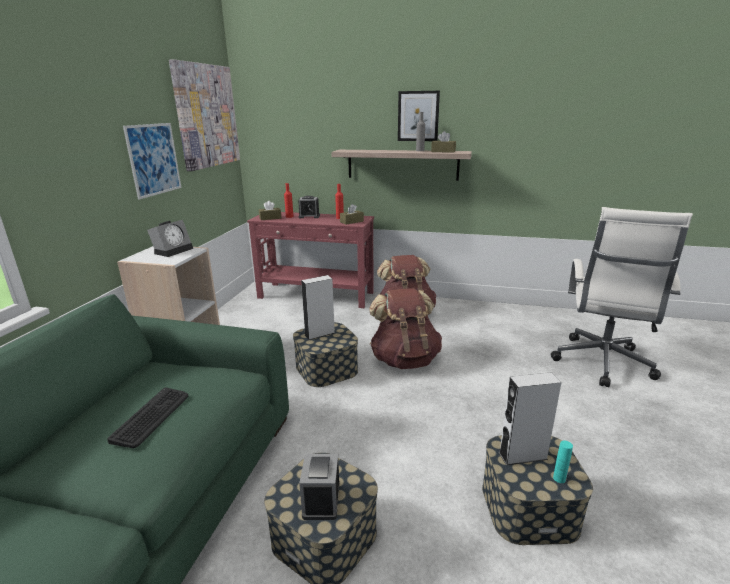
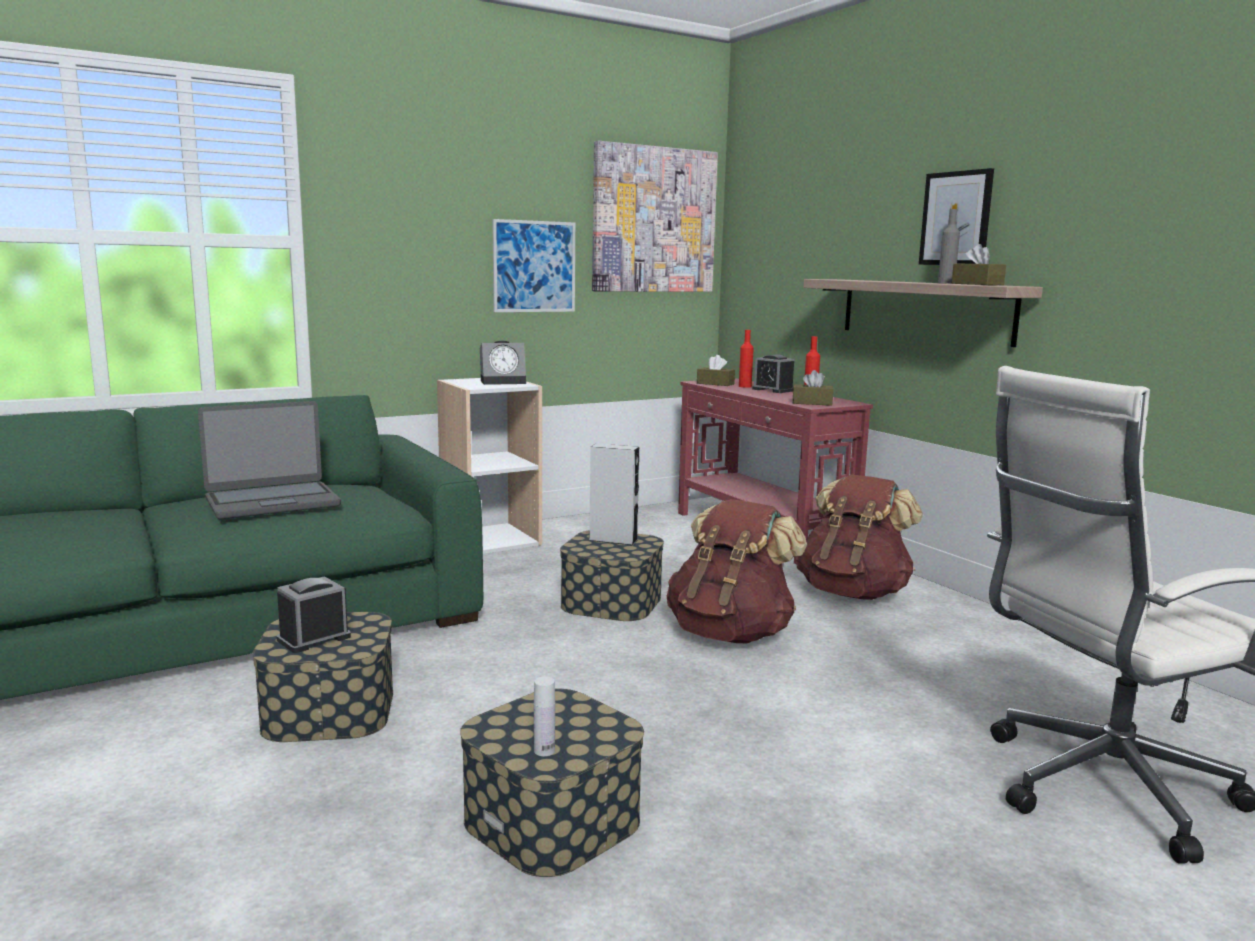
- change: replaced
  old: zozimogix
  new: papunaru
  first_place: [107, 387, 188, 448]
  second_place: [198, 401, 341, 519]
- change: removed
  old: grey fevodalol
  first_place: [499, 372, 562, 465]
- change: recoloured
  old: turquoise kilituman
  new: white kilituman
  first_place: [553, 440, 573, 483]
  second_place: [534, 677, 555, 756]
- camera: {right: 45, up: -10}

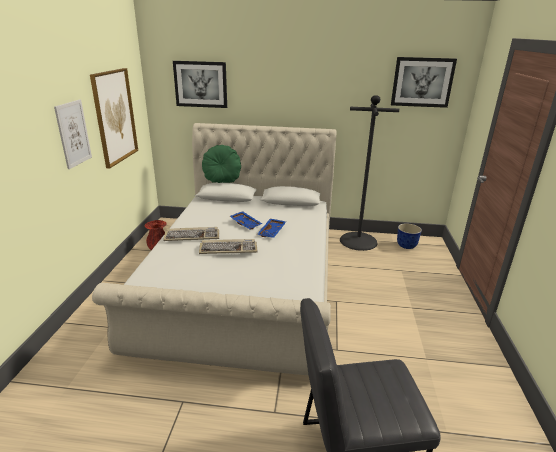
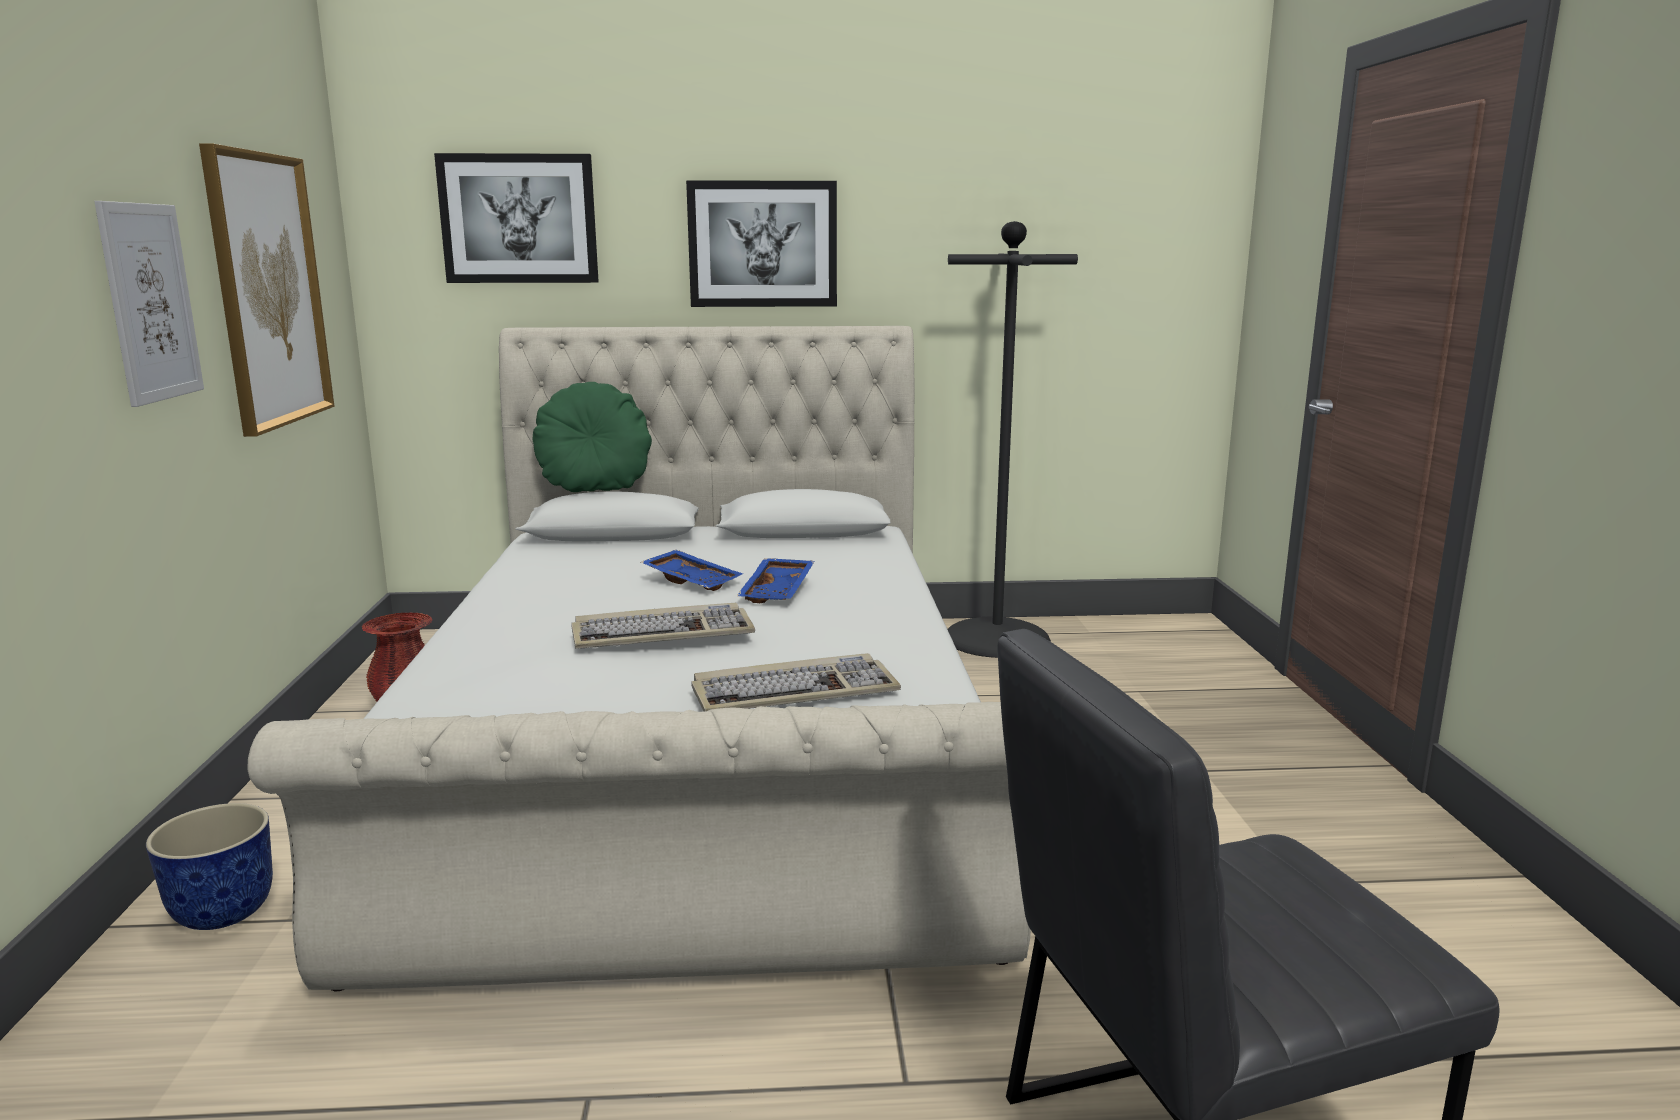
- change: moved
  old: zozimogix
  first_place: [163, 227, 219, 241]
  second_place: [691, 653, 901, 711]
- change: moved
  old: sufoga
  first_place: [391, 57, 457, 108]
  second_place: [686, 180, 837, 307]
- change: moved
  old: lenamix
  first_place: [397, 223, 422, 249]
  second_place: [146, 803, 273, 930]
- camera: {right: -10, up: -10}

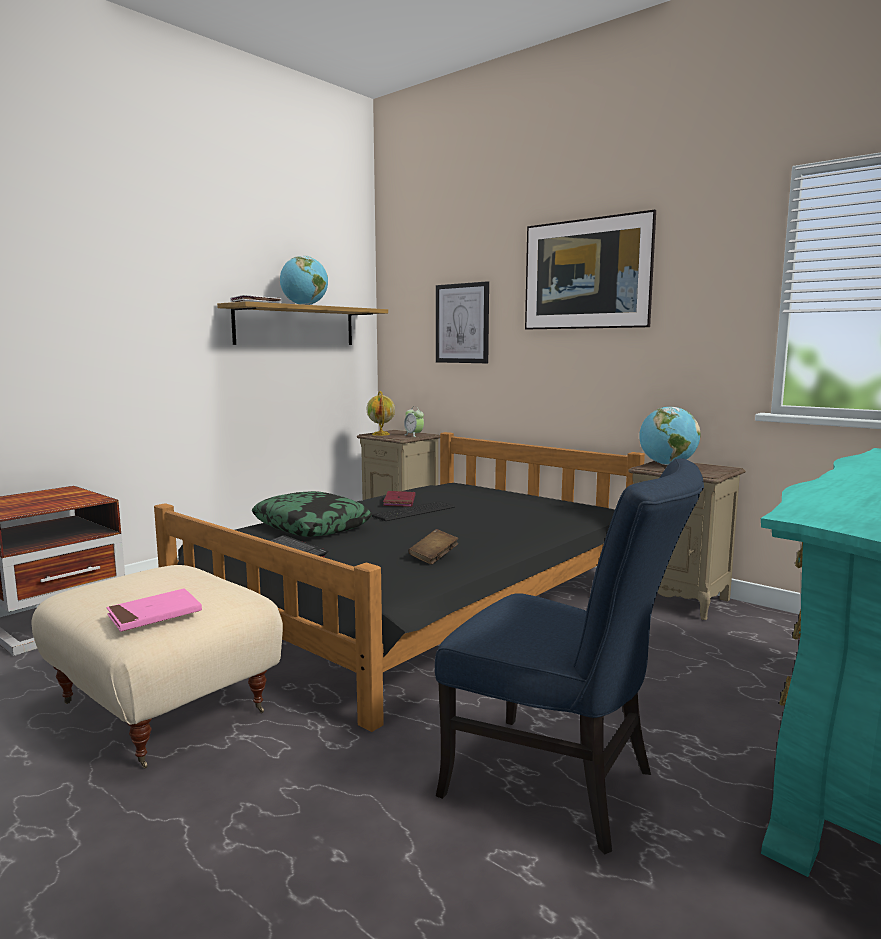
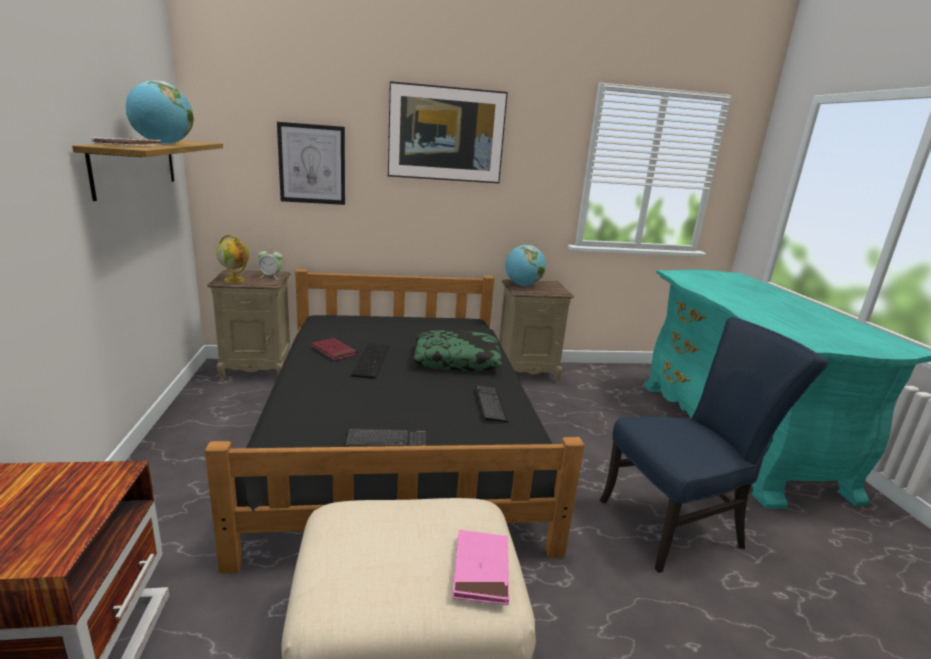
- change: moved
  old: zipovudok
  first_place: [252, 491, 372, 537]
  second_place: [414, 330, 503, 371]
- change: replaced
  old: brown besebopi
  new: zozimogix
  first_place: [408, 529, 458, 564]
  second_place: [475, 385, 509, 422]
- camera: {right: -50, up: 10}

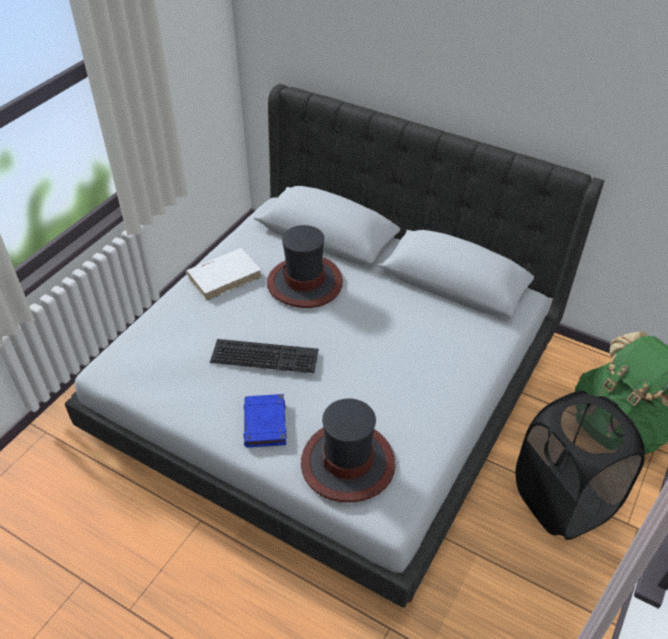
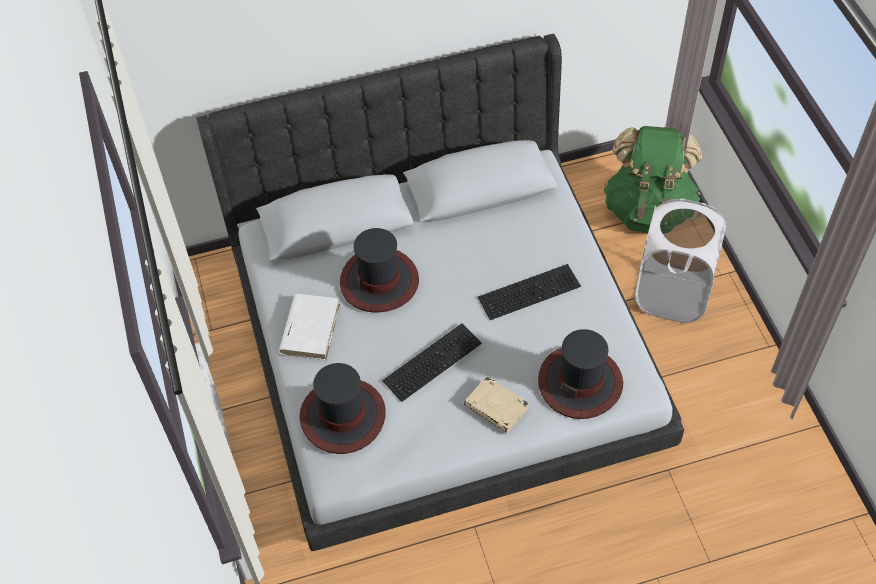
- change: recoloured
  old: blue besebopi
  new: beige besebopi
  first_place: [244, 394, 286, 448]
  second_place: [464, 376, 529, 433]
- change: recoloured
  old: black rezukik
  new: white rezukik
  first_place: [516, 391, 645, 540]
  second_place: [634, 198, 727, 323]
- change: added
  new: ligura
  second_place: [299, 363, 386, 454]
- change: added
  new: zozimogix
  second_place: [478, 264, 581, 320]
- camera: {right: -45, up: 10}

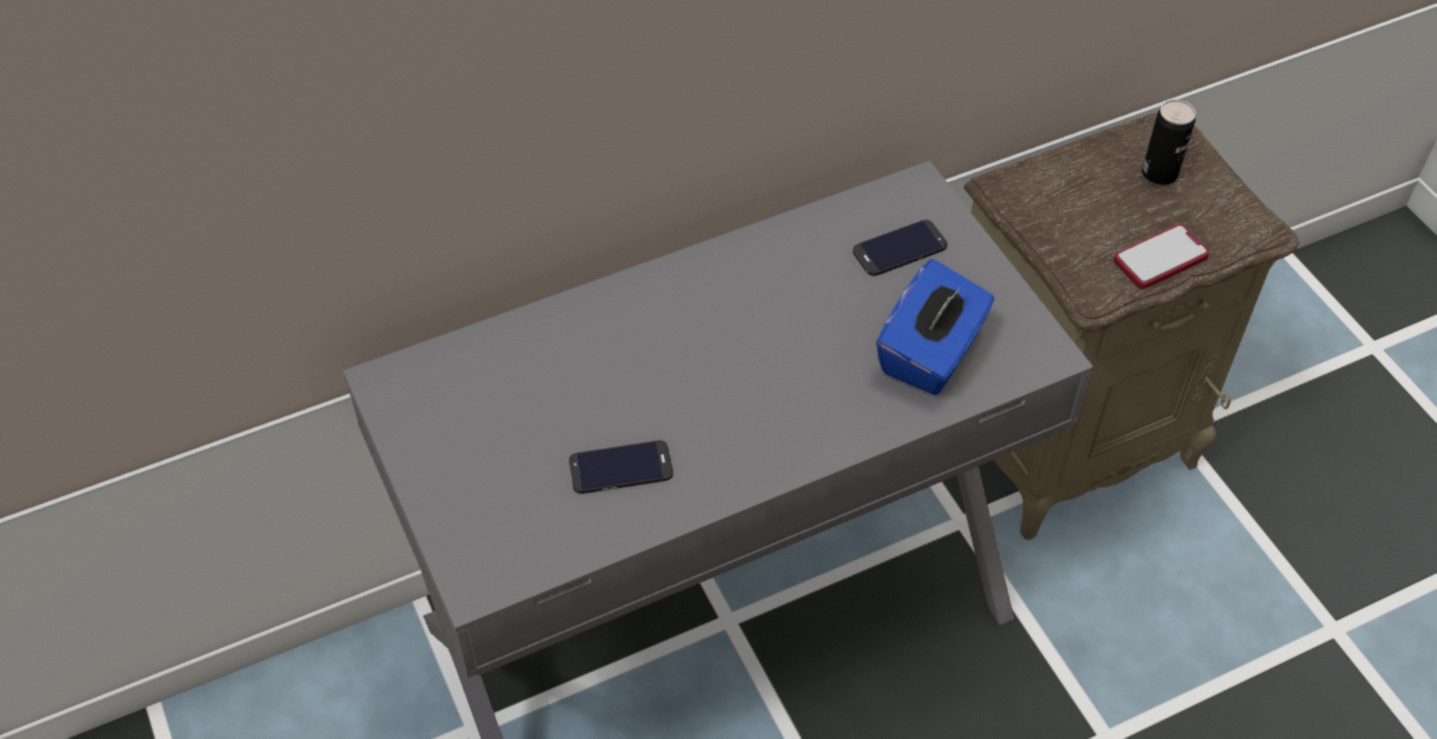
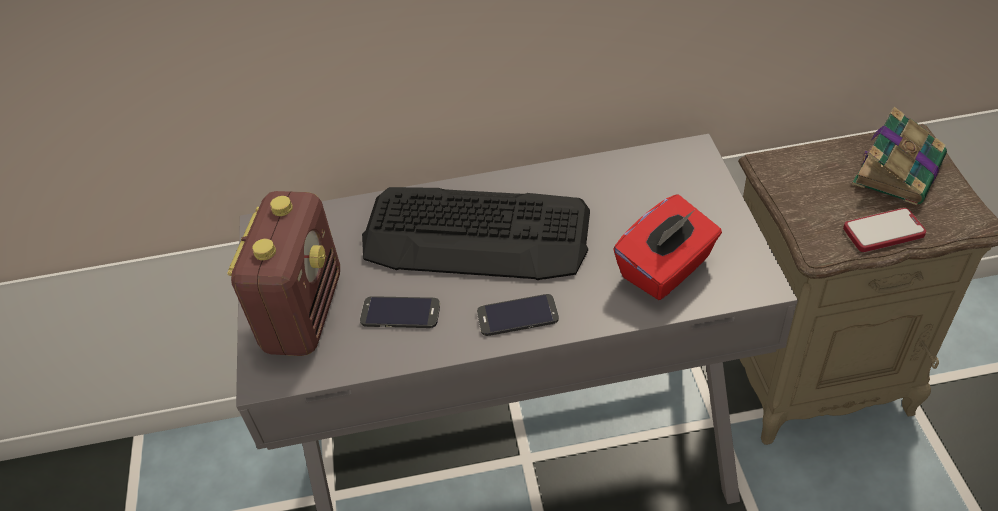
- change: moved
  old: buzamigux
  first_place: [853, 220, 948, 276]
  second_place: [477, 294, 559, 336]
- change: recoloured
  old: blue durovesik
  new: red durovesik
  first_place: [876, 259, 994, 395]
  second_place: [613, 194, 722, 300]
- change: replaced
  old: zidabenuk
  new: besebopi
  first_place: [1142, 100, 1196, 185]
  second_place: [852, 107, 947, 205]
- change: added
  new: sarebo
  second_place: [227, 191, 340, 356]
- change: added
  new: zozimogix
  second_place: [362, 187, 590, 280]
- camera: {right: 20, up: -5}

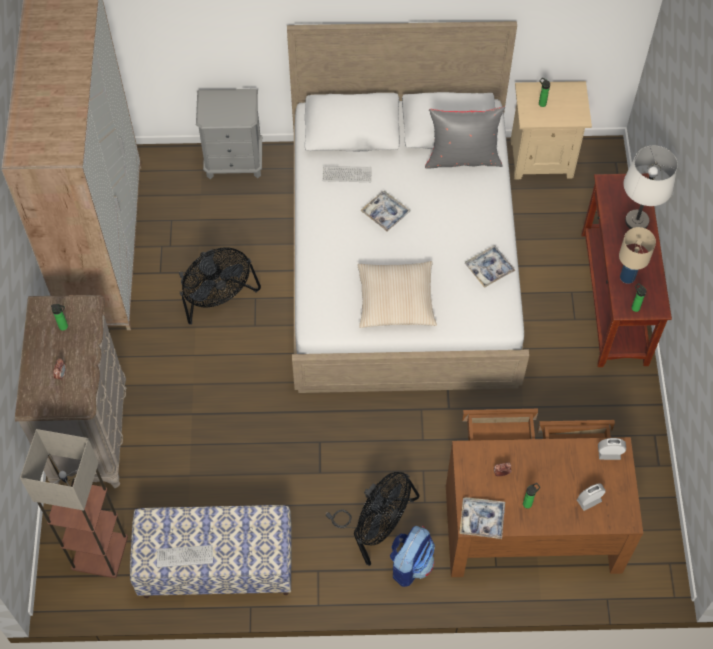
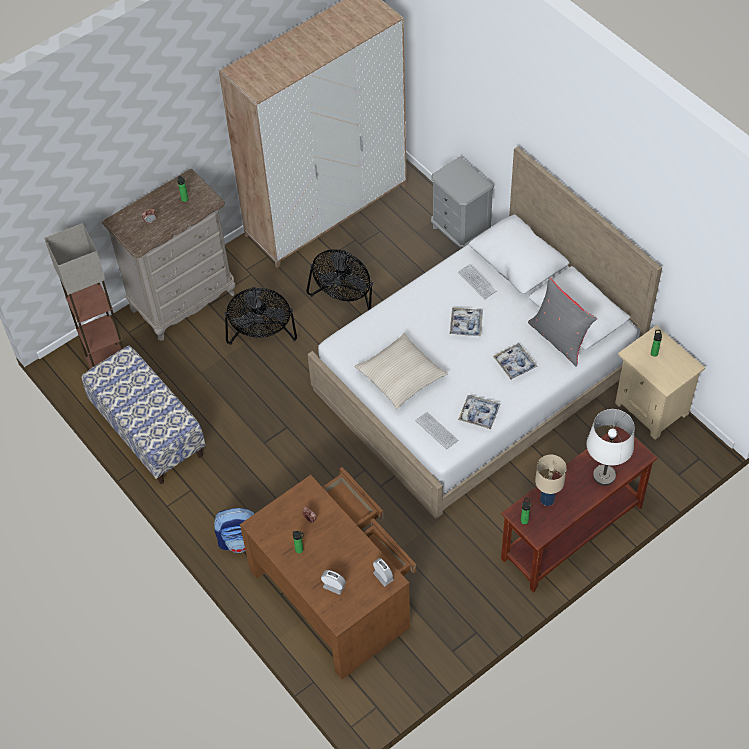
- change: moved
  old: zozimogix
  first_place: [157, 545, 213, 567]
  second_place: [415, 412, 459, 449]
- change: moved
  old: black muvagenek
  first_place: [326, 472, 420, 566]
  second_place: [225, 287, 297, 345]
- change: moved
  old: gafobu
  first_place: [459, 497, 505, 539]
  second_place: [493, 344, 538, 380]
- camera: {right: 55, up: -5}

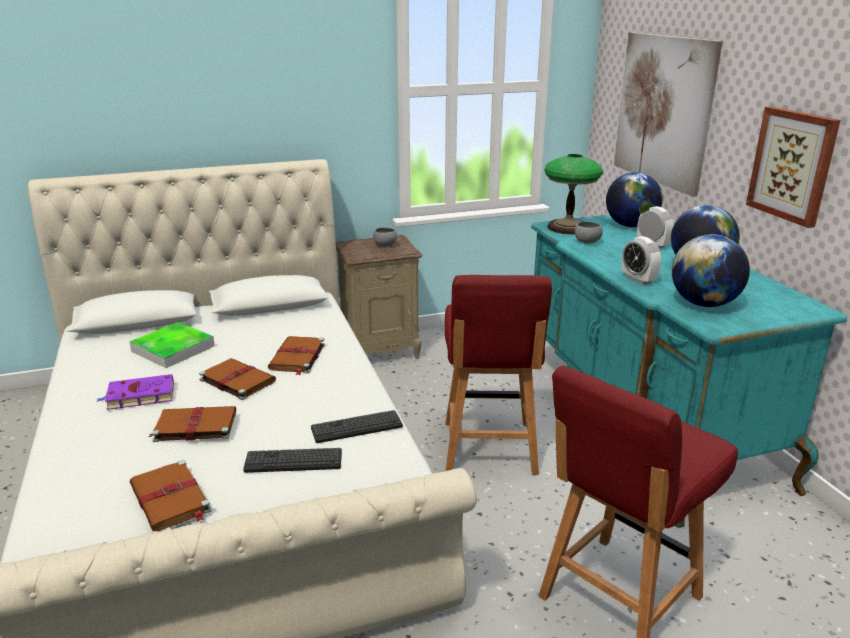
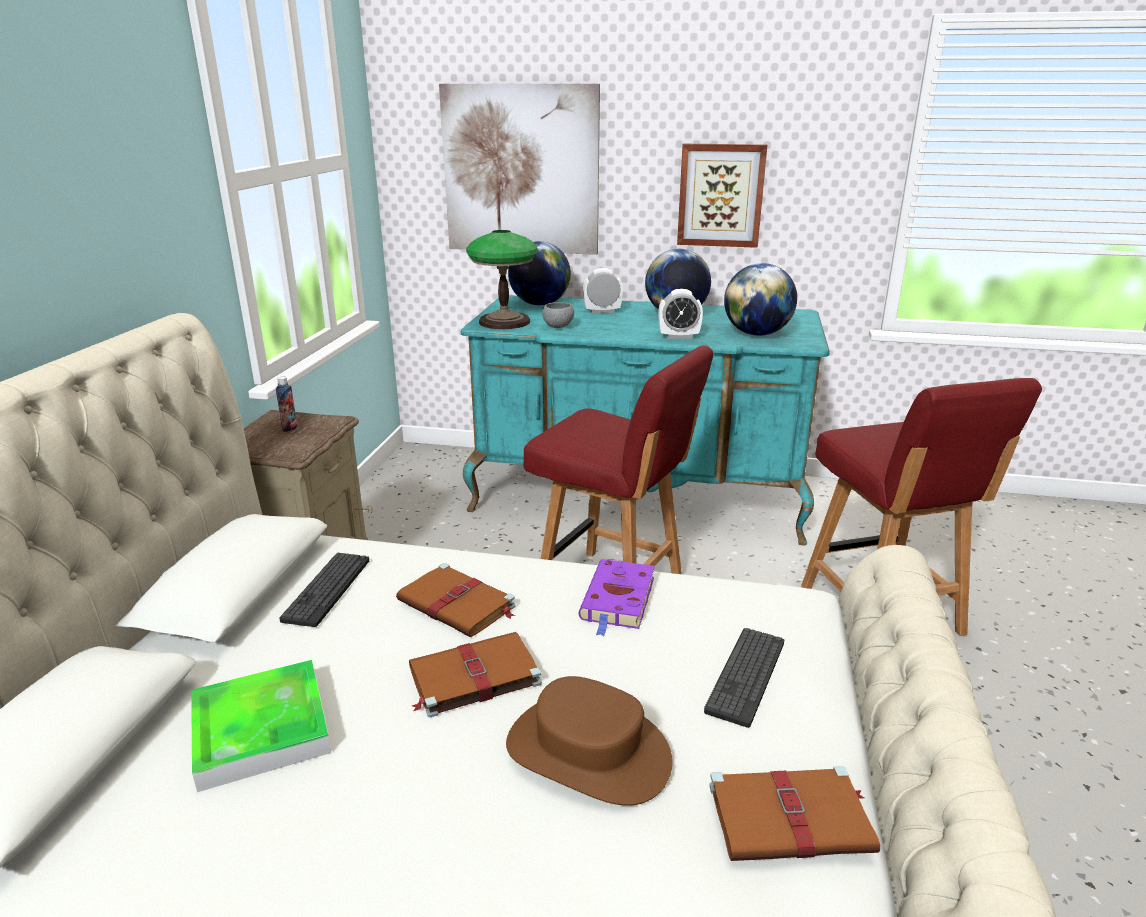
- change: moved
  old: purple besebopi
  first_place: [96, 374, 174, 410]
  second_place: [579, 559, 655, 636]
- change: replaced
  old: brown besebopi
  new: brown ligura
  first_place: [149, 406, 236, 442]
  second_place: [506, 676, 673, 806]
- change: moved
  old: zozimogix
  first_place: [311, 410, 403, 443]
  second_place: [279, 553, 369, 627]
- change: replaced
  old: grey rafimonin
  new: kilituman
  first_place: [373, 227, 397, 247]
  second_place: [276, 376, 298, 432]
- camera: {right: -60, up: 0}

